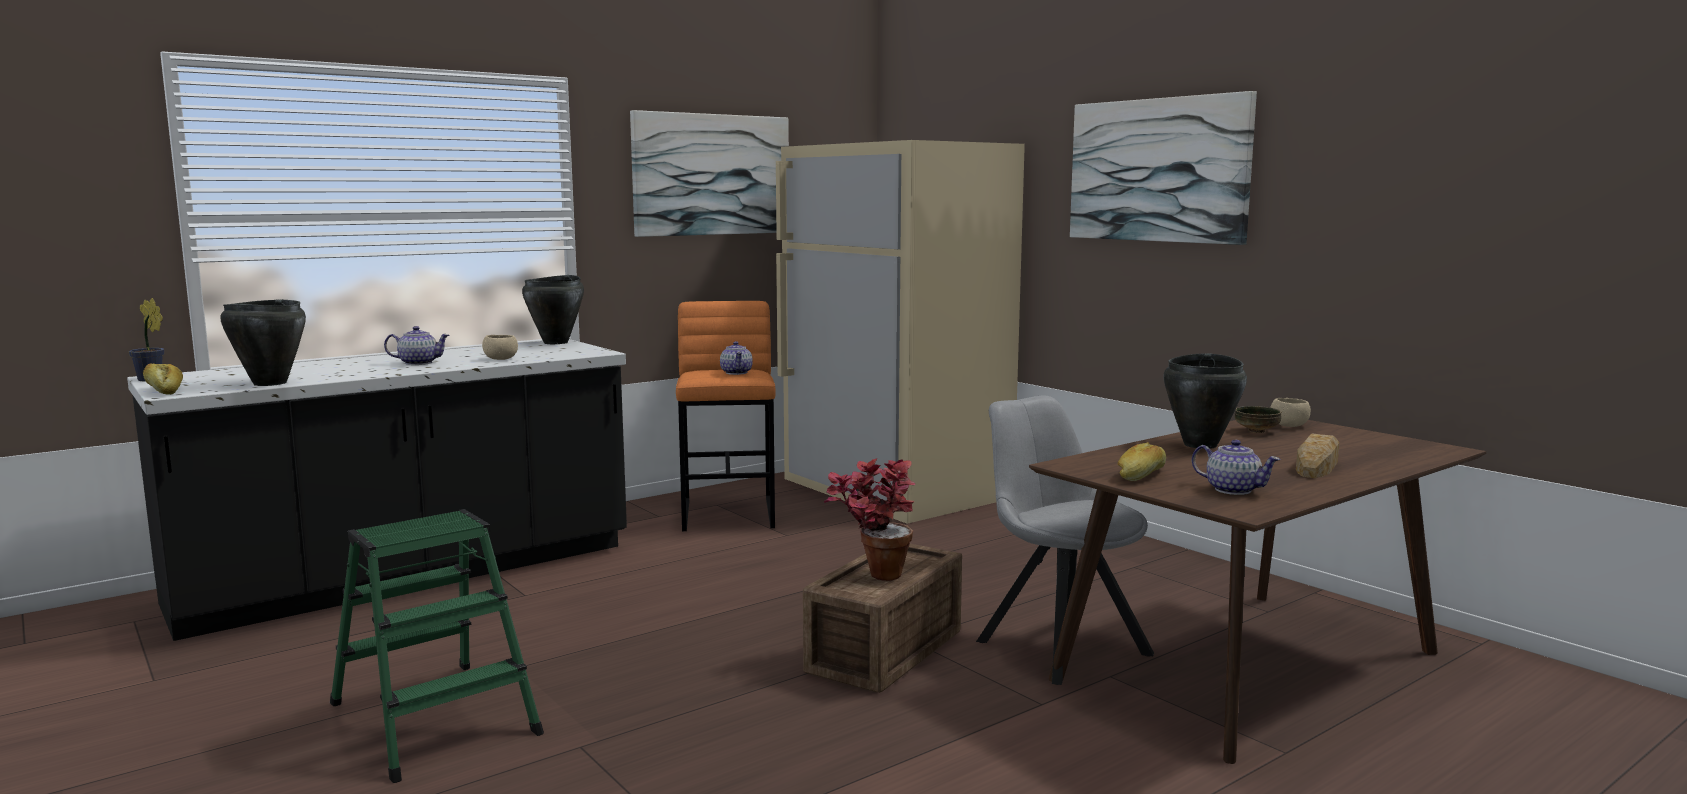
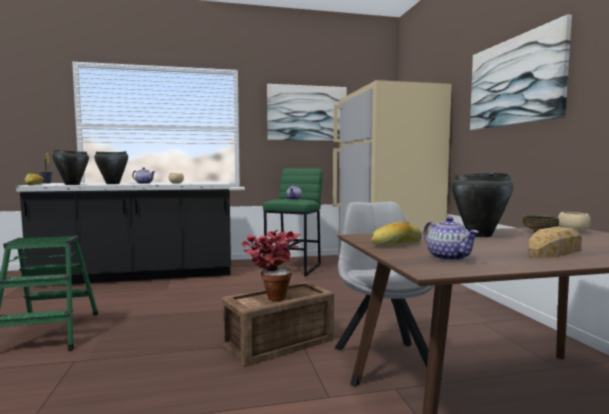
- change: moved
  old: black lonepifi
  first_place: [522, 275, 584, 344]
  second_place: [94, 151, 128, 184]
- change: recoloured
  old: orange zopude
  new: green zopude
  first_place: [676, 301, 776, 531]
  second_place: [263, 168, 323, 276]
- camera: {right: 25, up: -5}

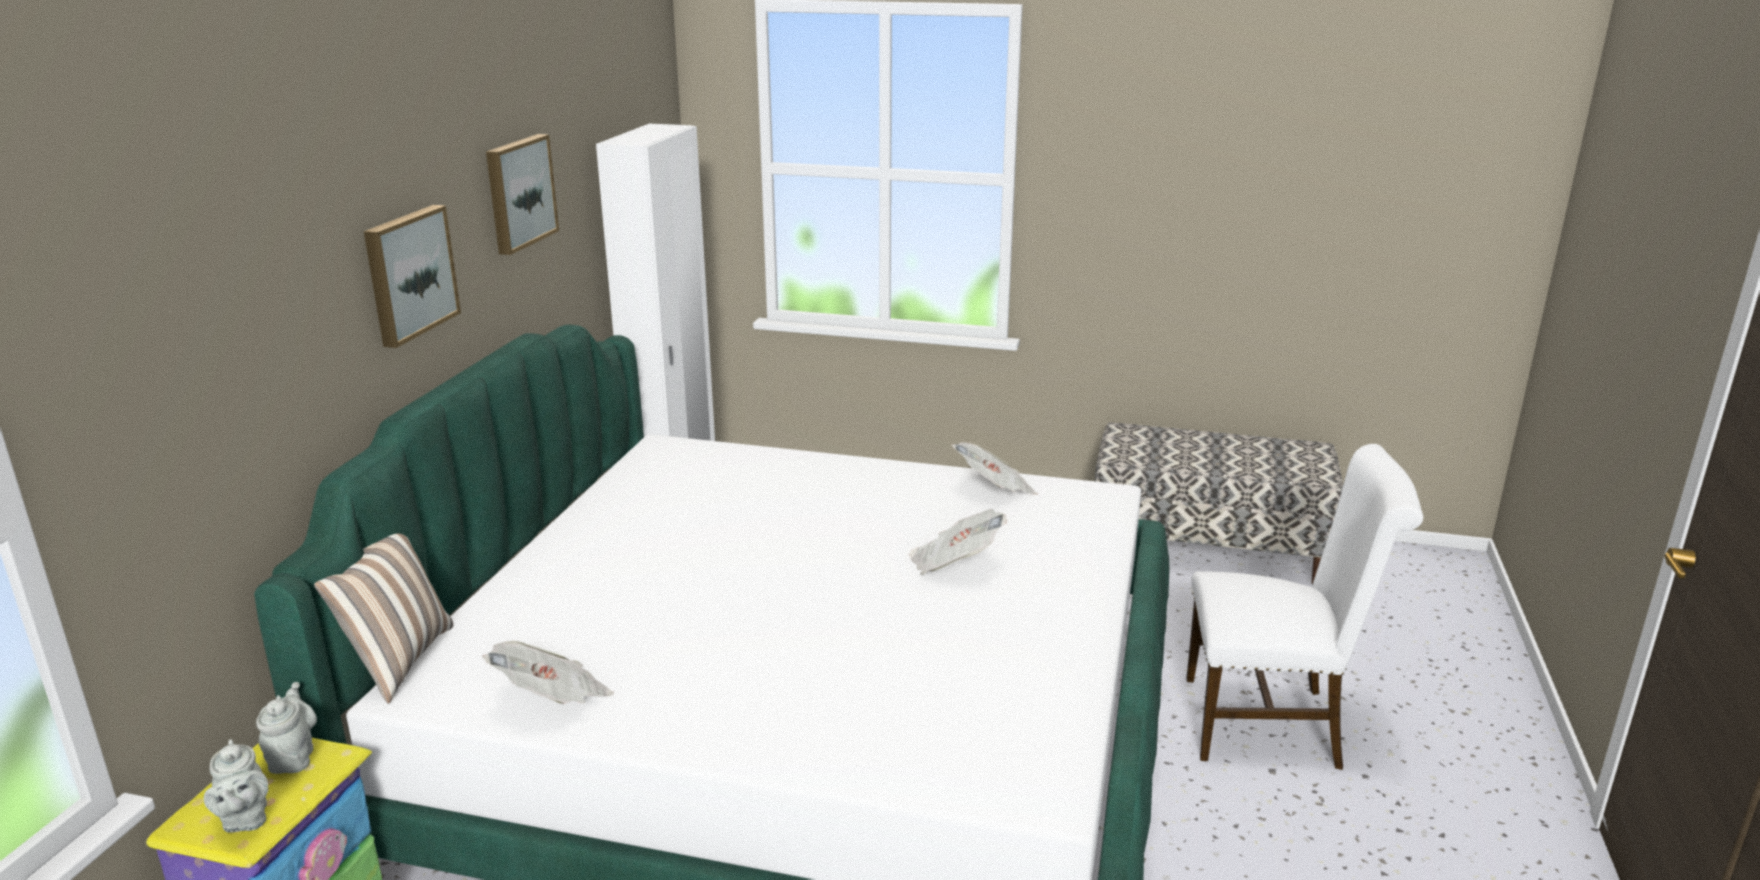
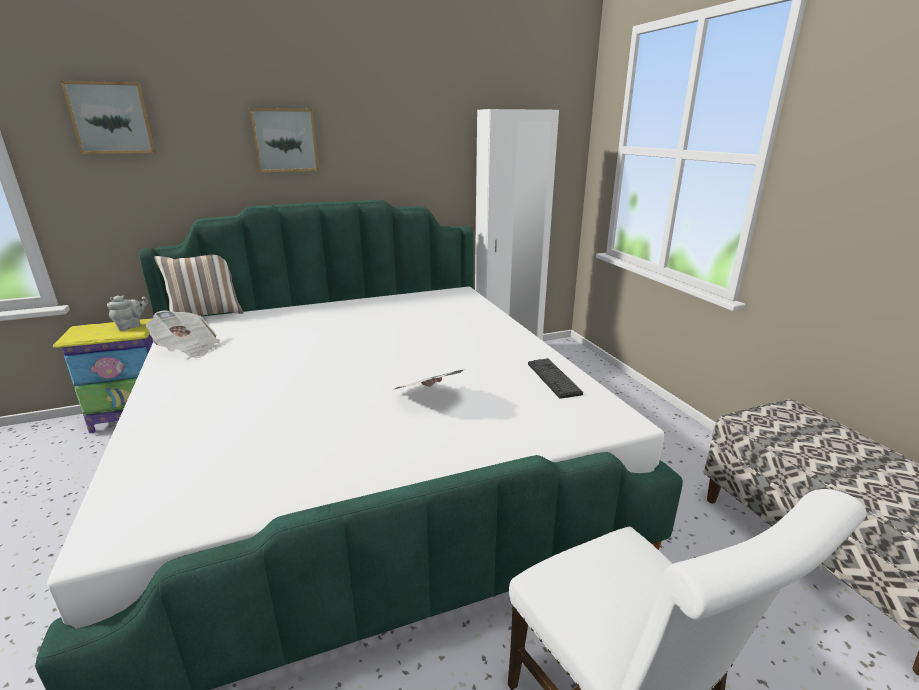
- change: removed
  old: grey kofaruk
  first_place: [203, 739, 268, 833]
- change: moved
  old: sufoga
  first_place: [486, 134, 559, 255]
  second_place: [61, 81, 156, 154]
- change: replaced
  old: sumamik
  new: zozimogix
  first_place: [951, 442, 1038, 495]
  second_place: [528, 358, 583, 399]
- camera: {right: 55, up: 0}

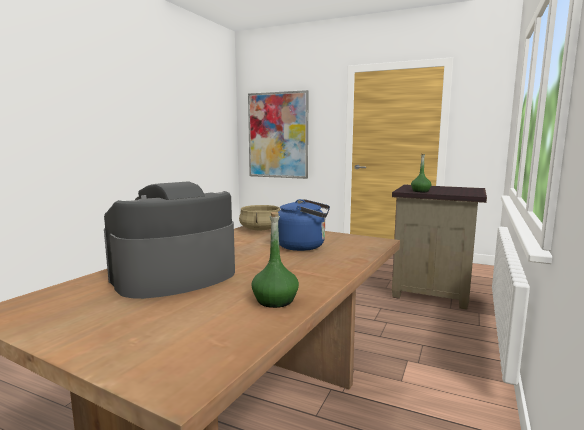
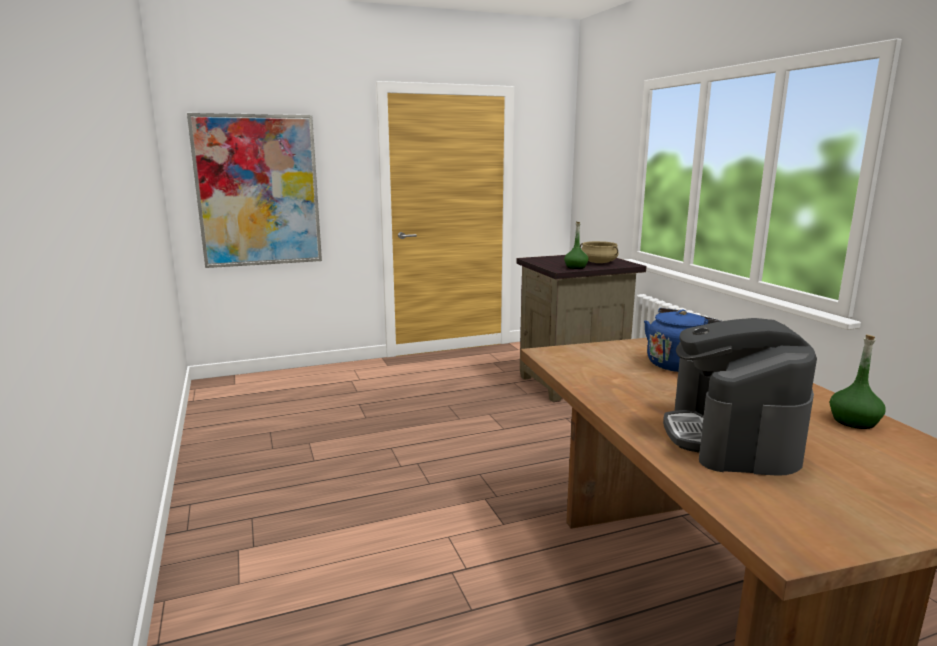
- change: moved
  old: beige lonepifi
  first_place: [239, 205, 280, 230]
  second_place: [580, 241, 619, 263]
- camera: {right: -45, up: 5}

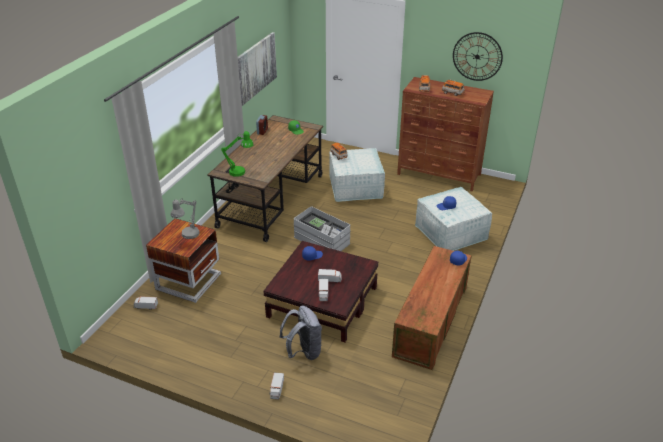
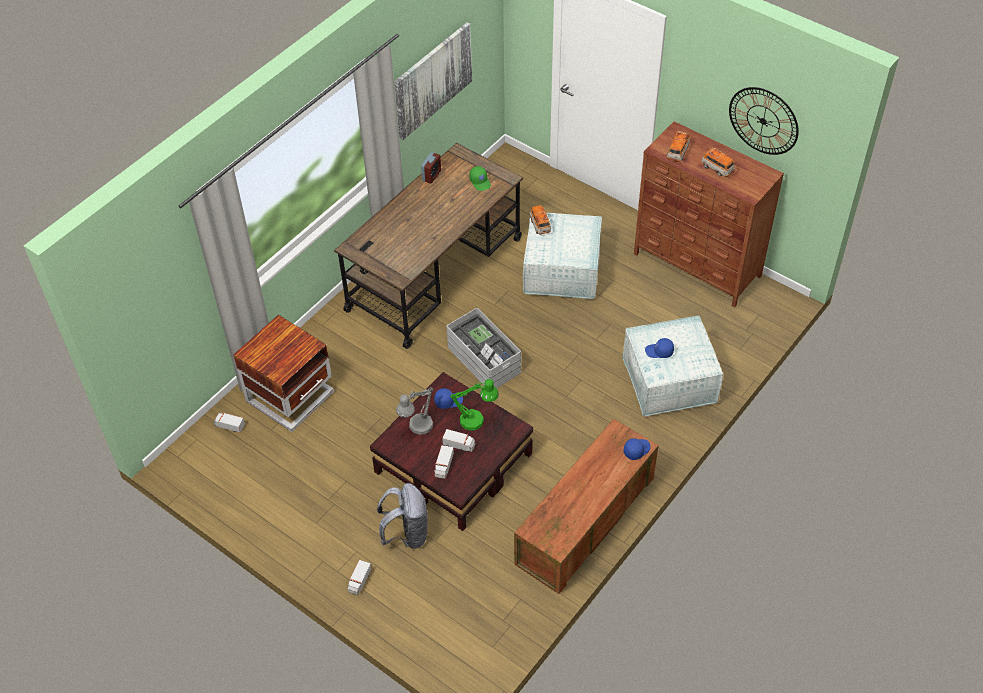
- change: moved
  old: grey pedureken
  first_place: [171, 198, 200, 239]
  second_place: [396, 387, 434, 435]
- change: moved
  old: green pedureken
  first_place: [221, 131, 254, 177]
  second_place: [450, 379, 499, 431]
- camera: {right: 15, up: 15}

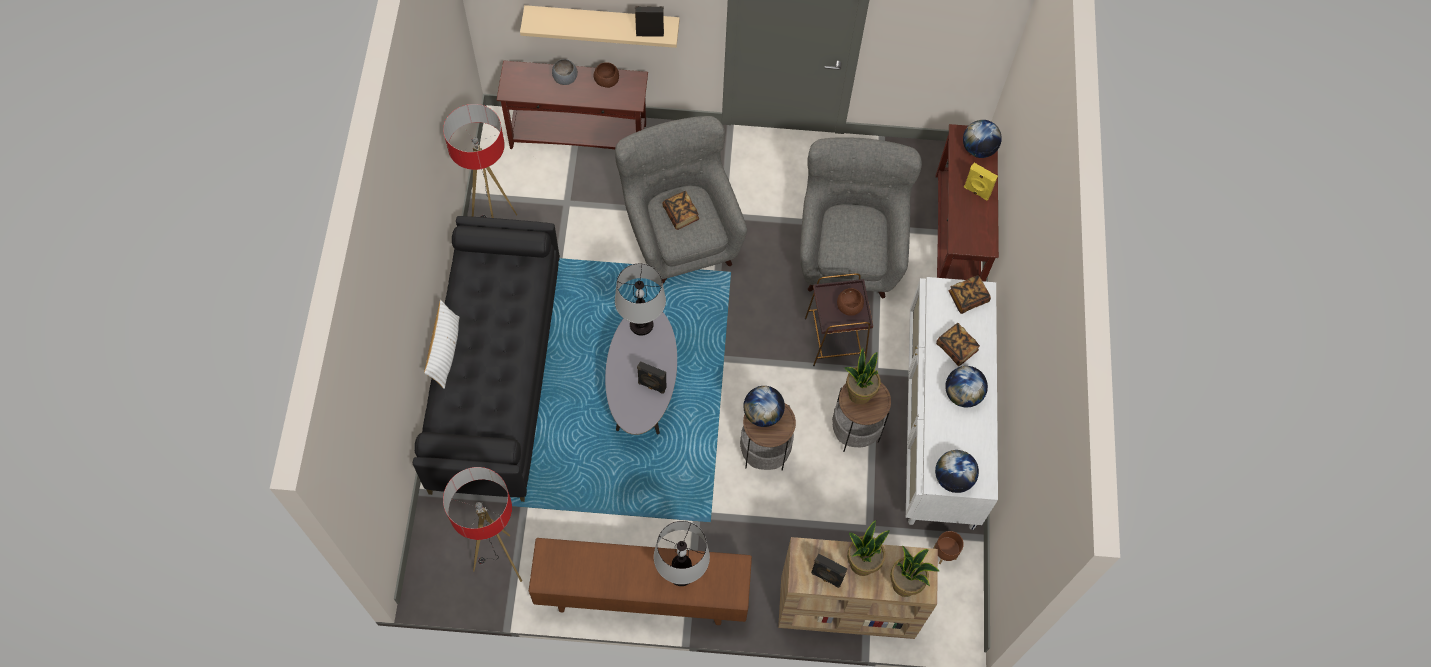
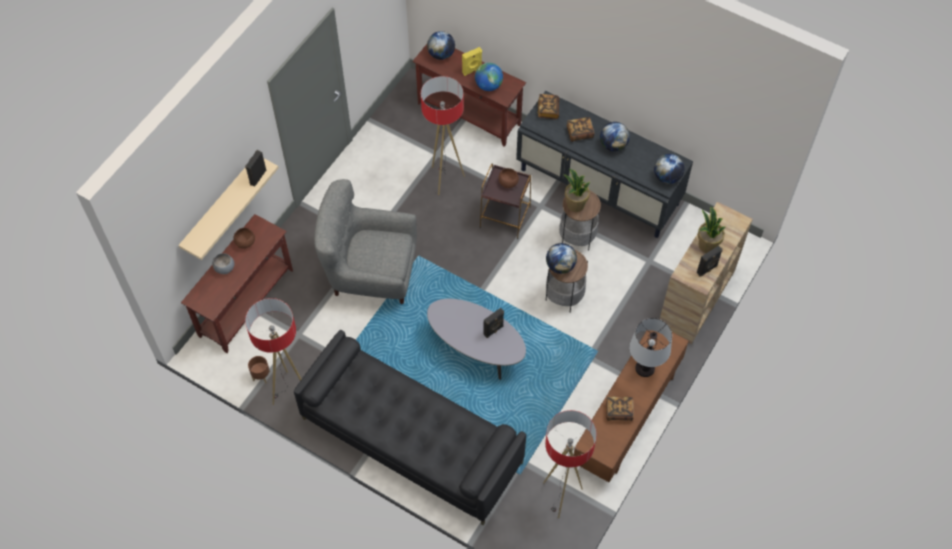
- change: removed
  old: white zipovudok
  first_place: [424, 300, 460, 389]
- change: removed
  old: pedureken
  first_place: [615, 263, 666, 335]
- change: moved
  old: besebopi
  first_place: [662, 191, 699, 230]
  second_place: [606, 396, 634, 421]
- change: replaced
  old: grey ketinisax
  new: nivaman
  first_place: [800, 137, 922, 298]
  second_place: [421, 76, 465, 195]
- change: removed
  old: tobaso
  first_place: [890, 545, 940, 597]
- change: recoloured
  old: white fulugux
  new: black fulugux
  first_place: [906, 277, 998, 530]
  second_place: [516, 91, 693, 238]
- change: moved
  old: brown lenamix
  first_place: [933, 531, 964, 564]
  second_place: [248, 356, 270, 384]
- change: added
  new: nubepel
  second_place: [475, 63, 503, 91]
- camera: {right: -60, up: -5}

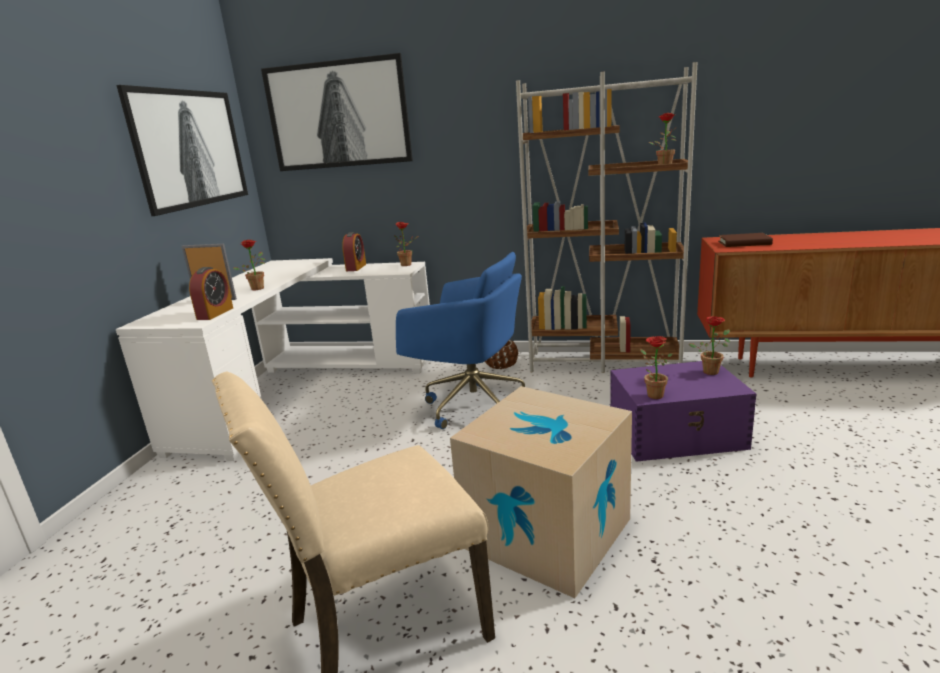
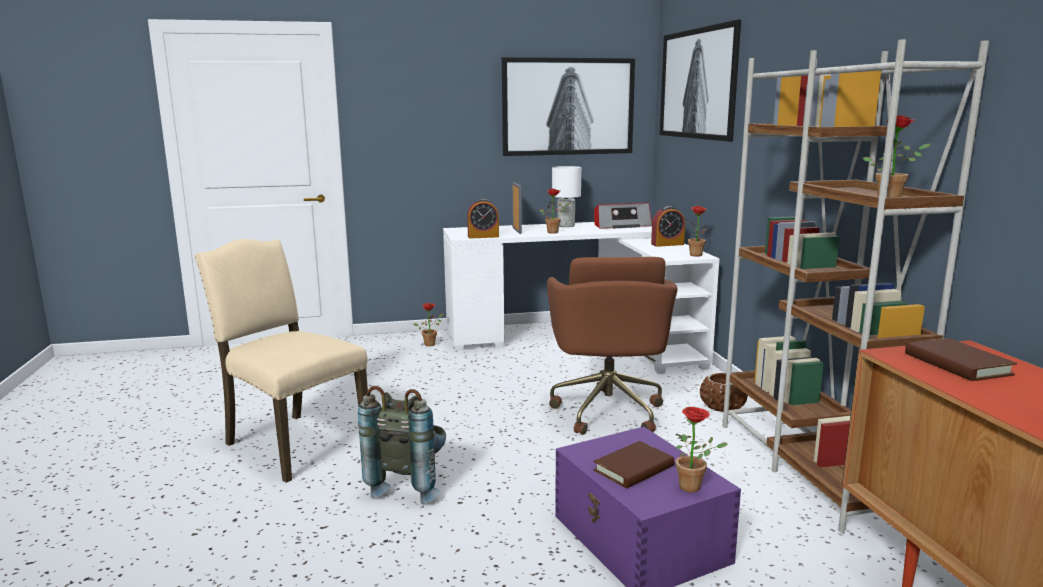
- change: recoloured
  old: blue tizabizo
  new: brown tizabizo
  first_place: [396, 252, 525, 429]
  second_place: [547, 257, 677, 435]
- change: replaced
  old: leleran
  new: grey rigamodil
  first_place: [450, 386, 632, 598]
  second_place: [358, 386, 446, 504]
- change: moved
  old: tobaso
  first_place: [640, 336, 673, 399]
  second_place: [413, 303, 443, 346]
- change: added
  new: white pedureken
  second_place: [552, 166, 581, 227]
- change: added
  new: brown besebopi
  second_place: [593, 441, 674, 488]
- change: added
  new: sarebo
  second_place: [594, 203, 652, 229]
- camera: {right: 65, up: -5}

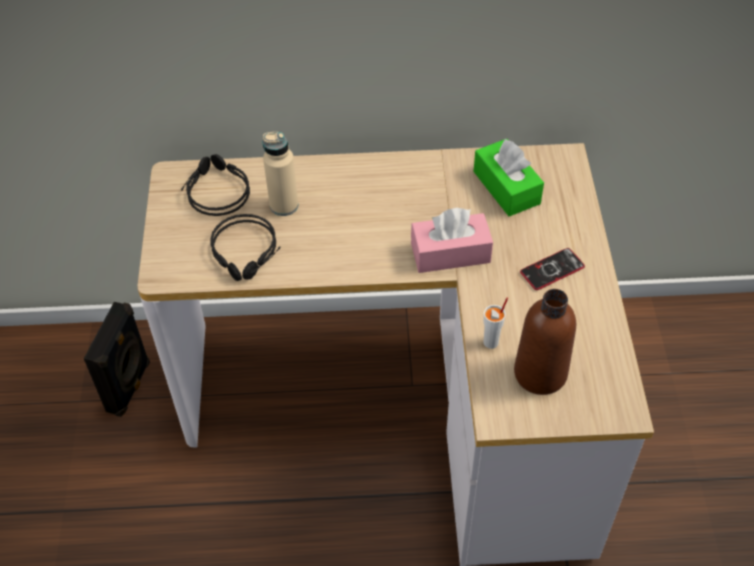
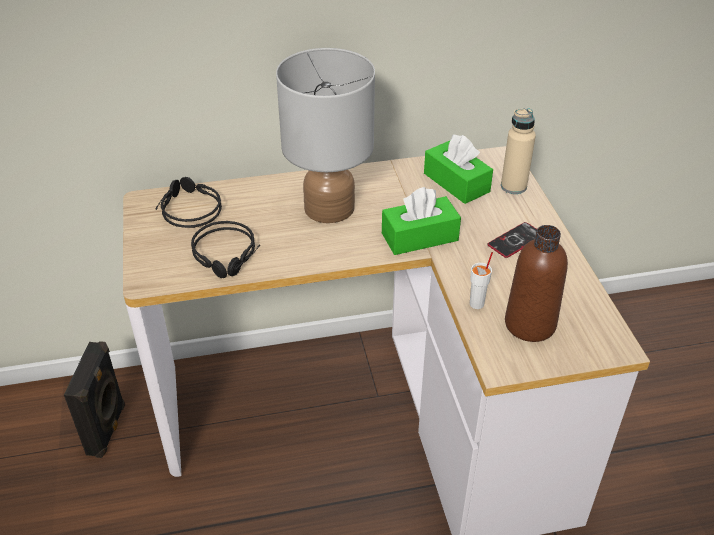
- change: moved
  old: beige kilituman
  first_place: [263, 132, 298, 216]
  second_place: [501, 109, 536, 194]
- change: recoloured
  old: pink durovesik
  new: green durovesik
  first_place: [411, 208, 493, 273]
  second_place: [382, 187, 461, 255]
- change: added
  new: grey pedureken
  second_place: [276, 48, 375, 223]
- camera: {right: -10, up: -10}

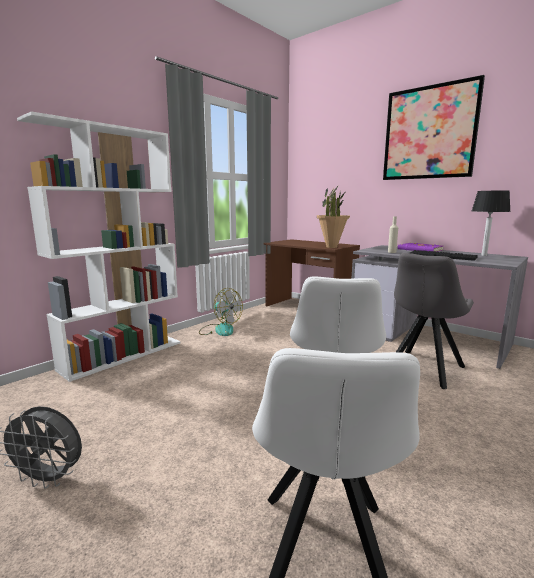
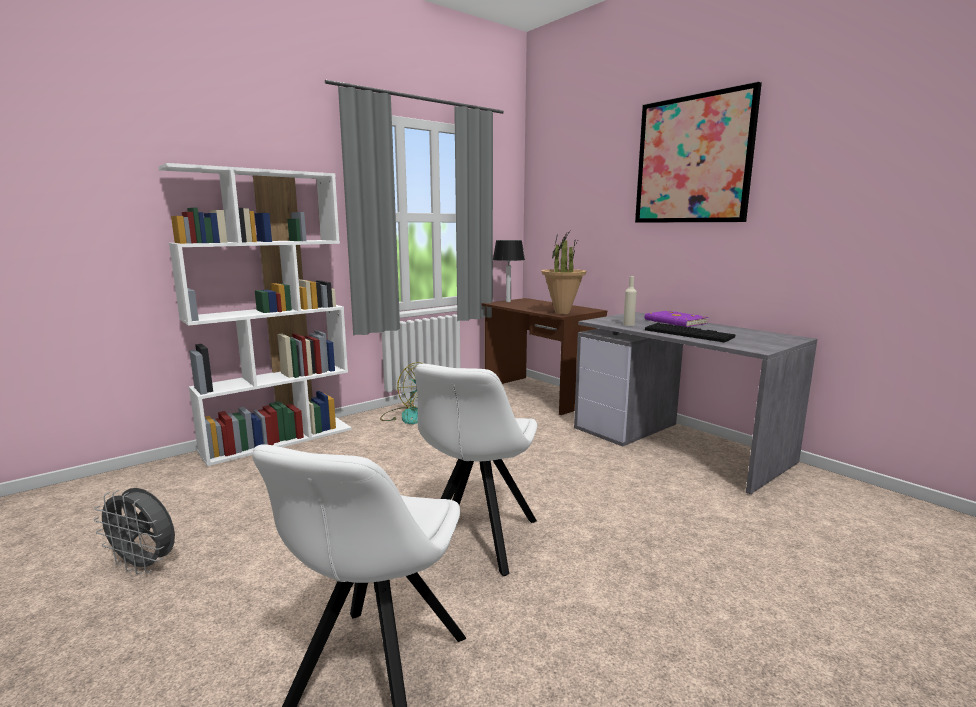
- change: removed
  old: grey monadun
  first_place: [394, 253, 474, 389]
- change: moved
  old: pedureken
  first_place: [472, 191, 511, 256]
  second_place: [493, 240, 525, 302]
- camera: {right: 10, up: 0}

